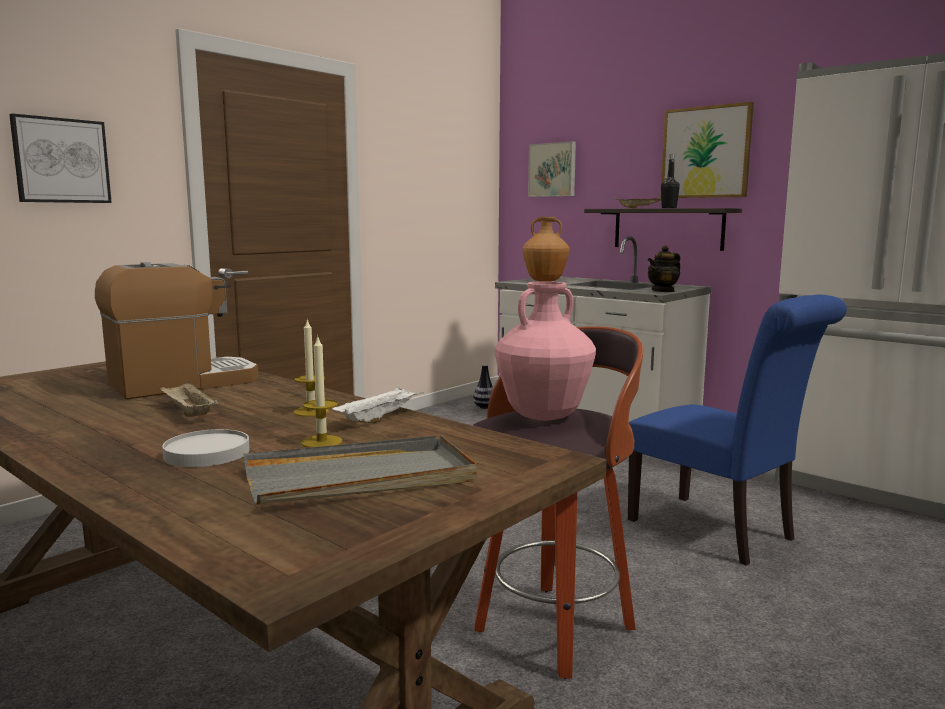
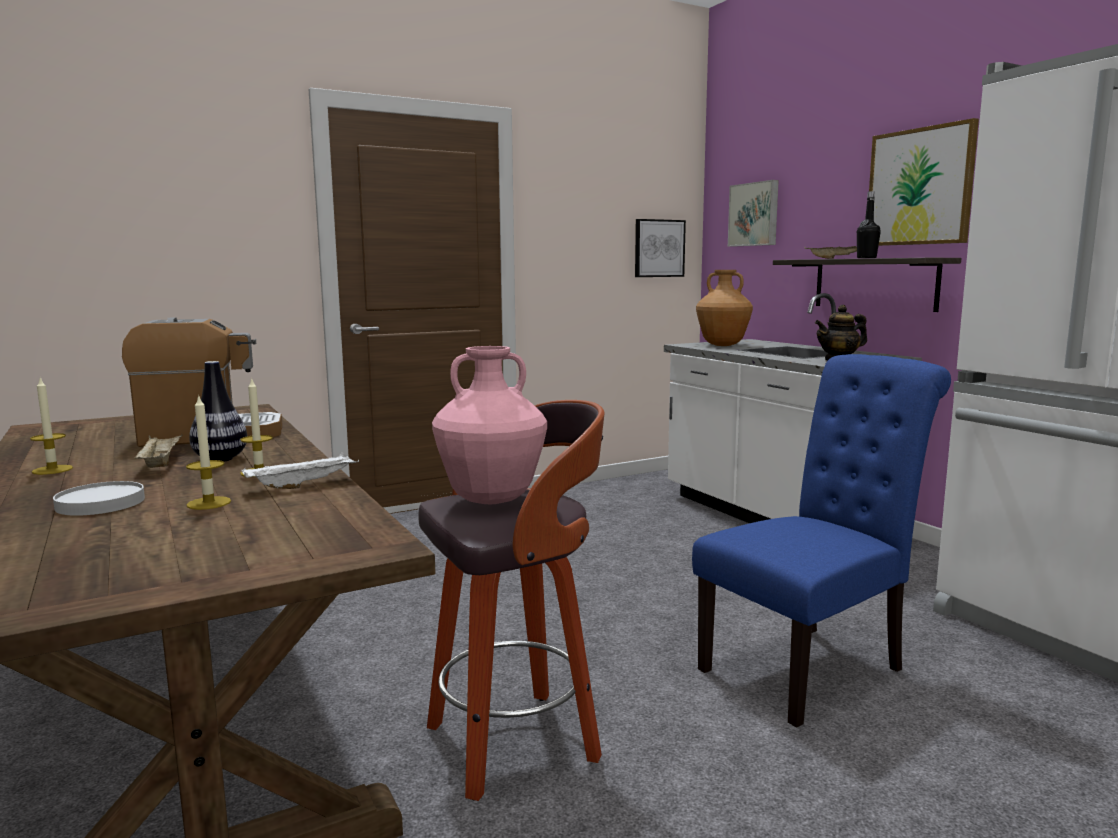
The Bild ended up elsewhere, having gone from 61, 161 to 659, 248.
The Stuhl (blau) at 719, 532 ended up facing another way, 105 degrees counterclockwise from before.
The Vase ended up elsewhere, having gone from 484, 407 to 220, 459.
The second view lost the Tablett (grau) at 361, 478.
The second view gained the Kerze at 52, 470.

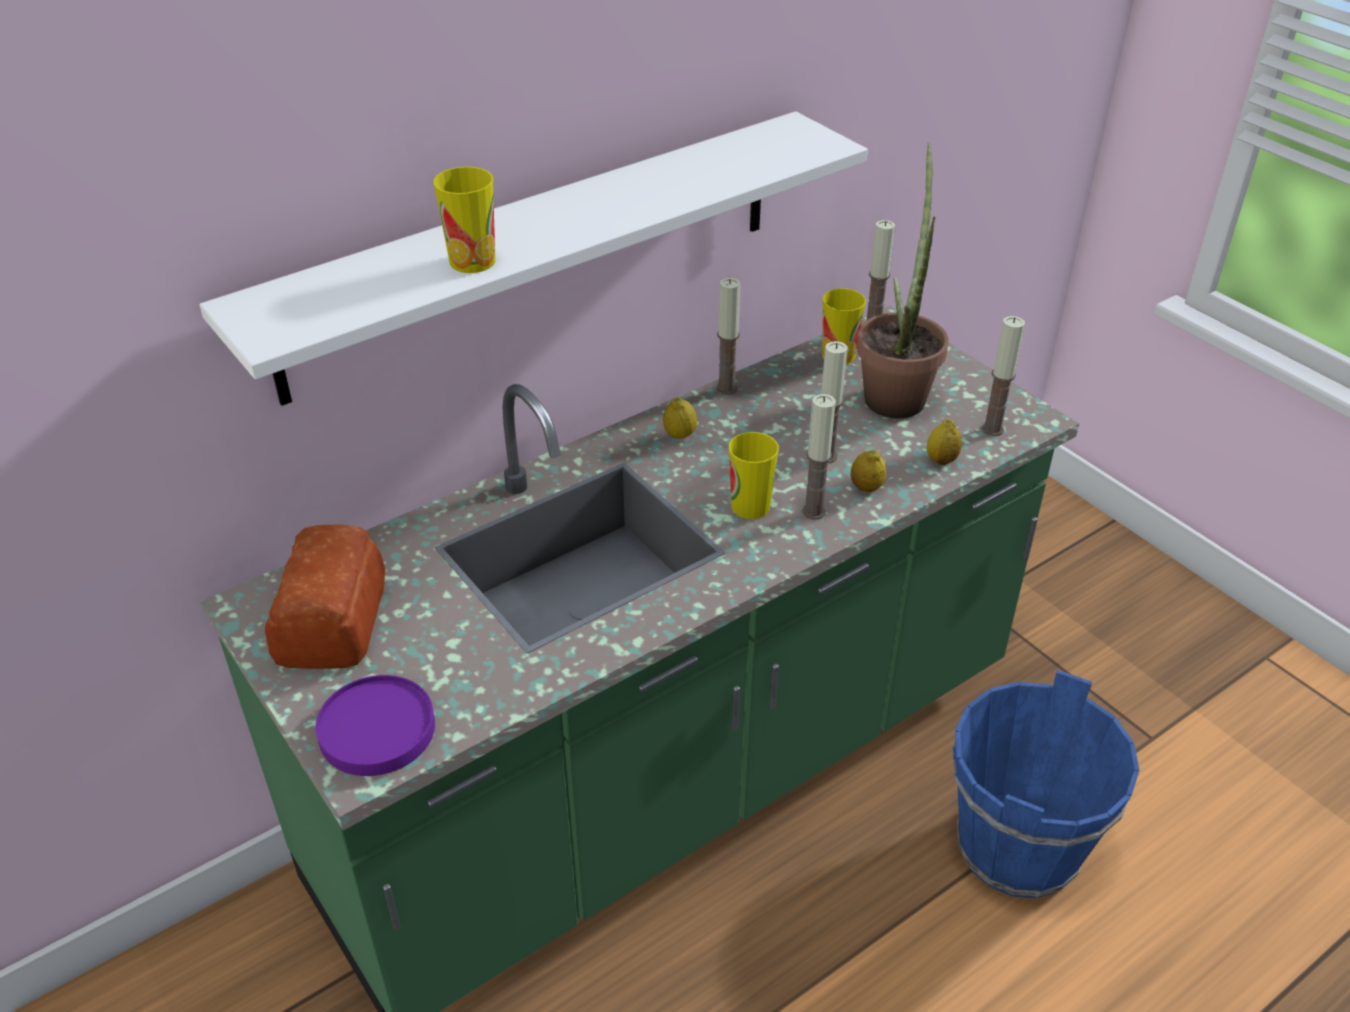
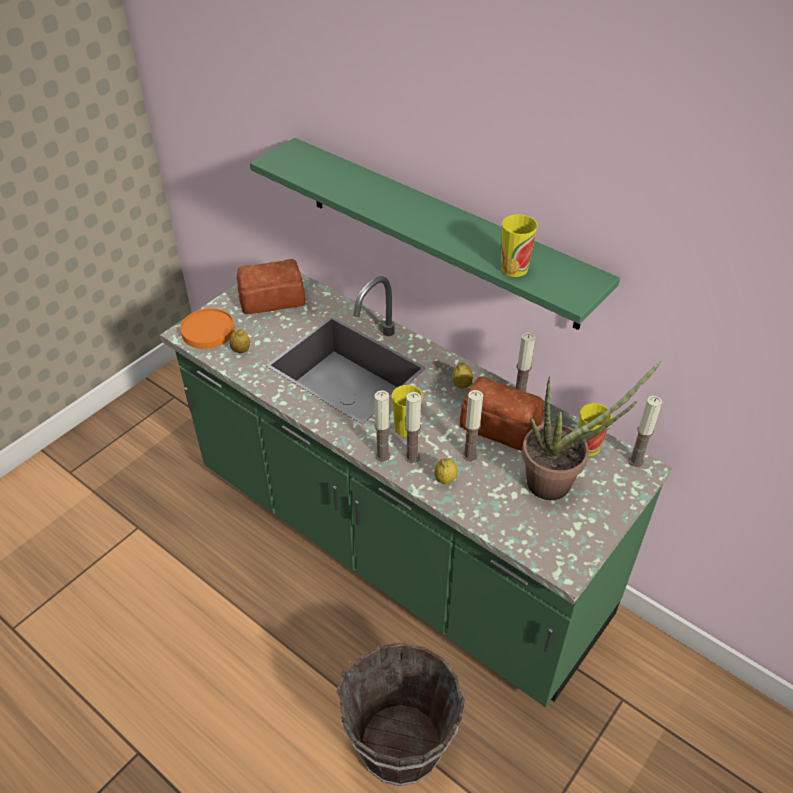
What was the Wandregal (weiß) at 537, 253 turned into the Wandregal (grün) at 439, 231.
The Tasse ended up elsewhere, having gone from 472, 261 to 514, 268.
The Kerze ended up elsewhere, having gone from 992, 429 to 382, 455.
The Zitrone ended up elsewhere, having gone from 941, 460 to 241, 350.
What was the Eimer (blau) at 1016, 847 turned into the Eimer (braun) at 401, 744.
What was the Teller (lila) at 377, 730 turned into the Teller (orange) at 207, 331.
The second view gained the Brot at 501, 426.

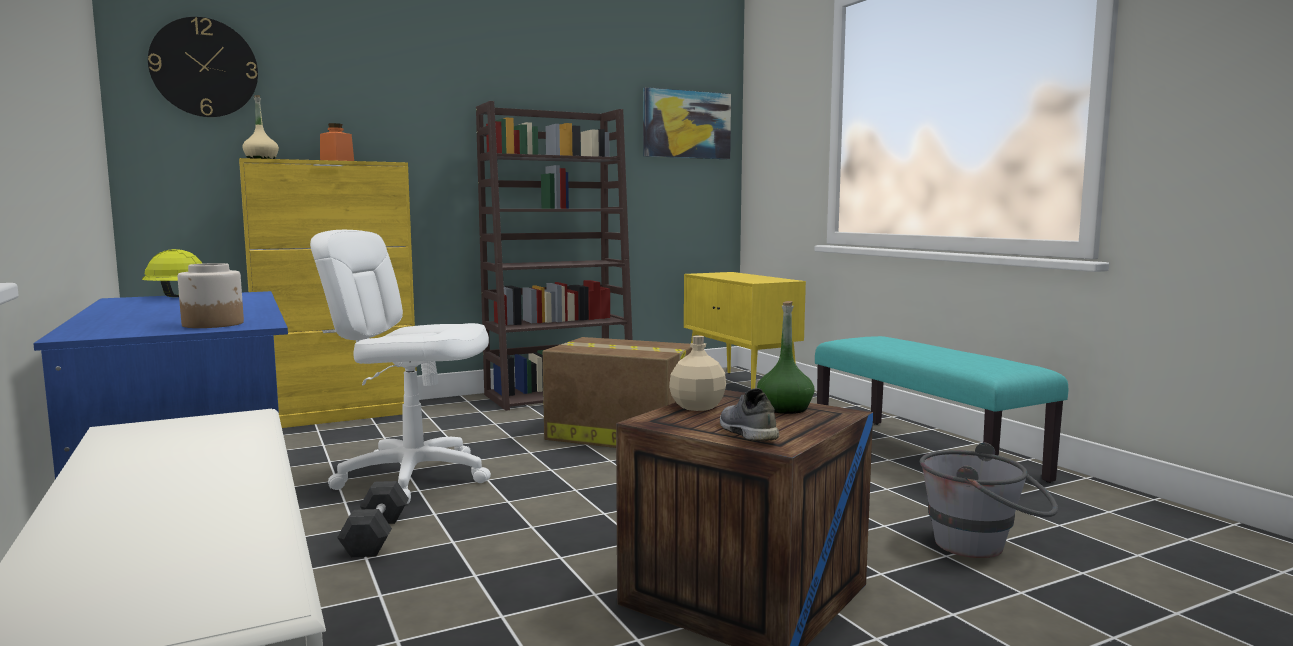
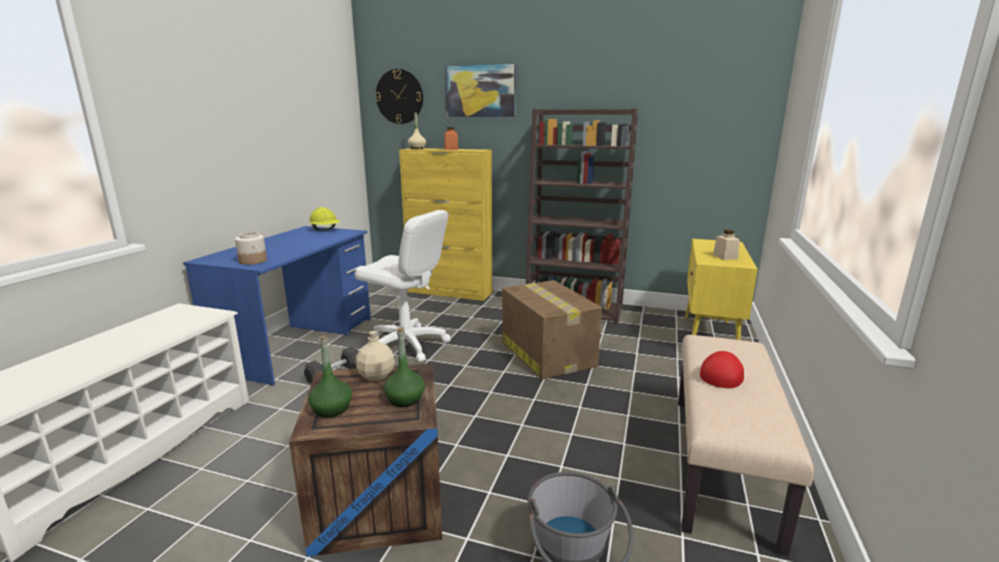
The Bild ended up elsewhere, having gone from 686, 124 to 480, 91.
The Bürostuhl (weiß) at 414, 477 ended up facing another way, 150 degrees clockwise from before.
What was the Bank (türkis) at 925, 454 turned into the Bank (beige) at 723, 465.
Where the Schuh (grau) stood at 746, 432, the Flasche (grün) came to stand at 331, 409.
The second view gained the Vorratsglas (beige) at 725, 257.
The second view gained the Kappe (rot) at 722, 374.

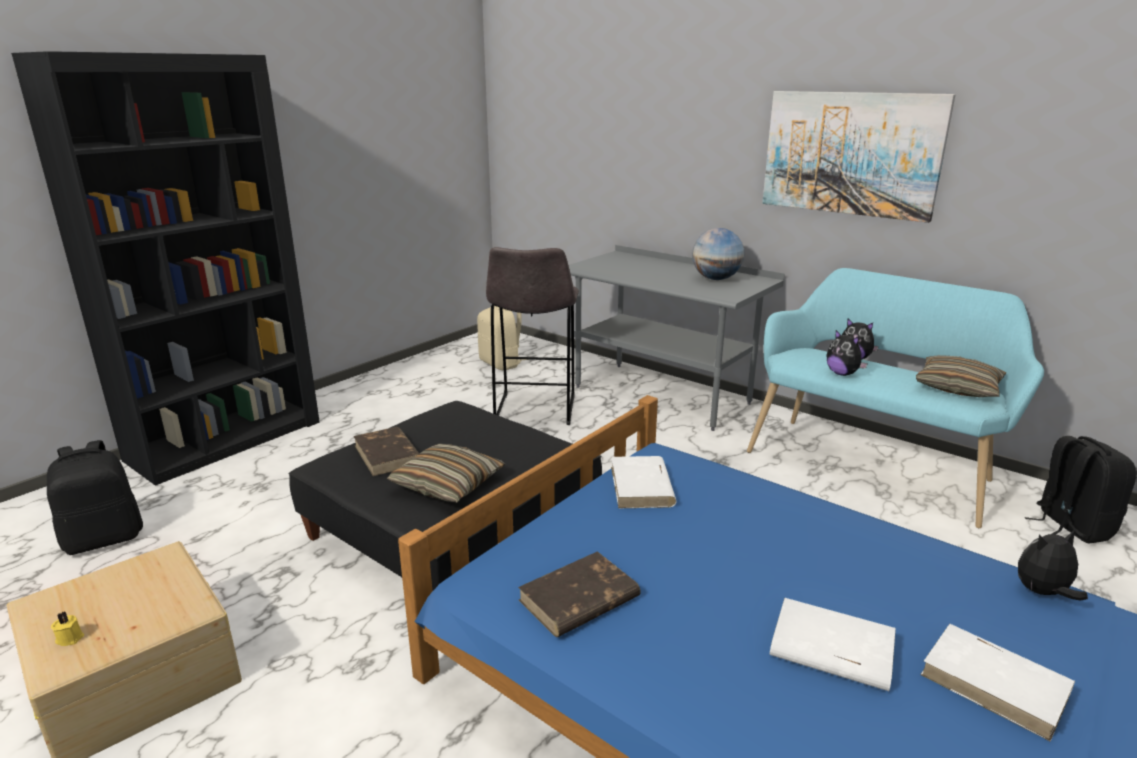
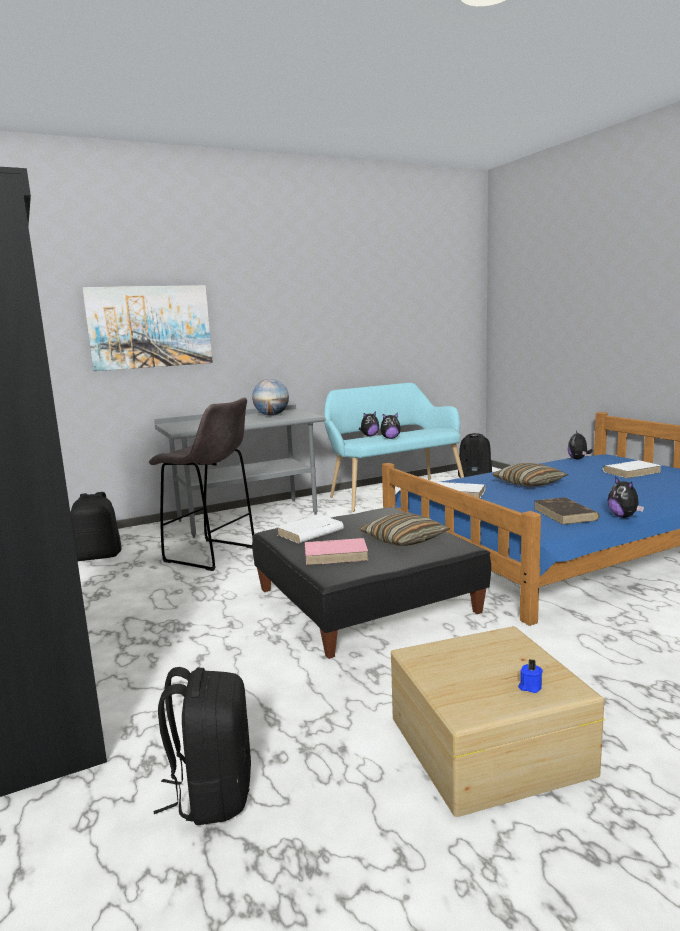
The Bild ended up elsewhere, having gone from 850, 153 to 150, 327.
What was the Rucksack (beige) at 502, 364 turned into the Rucksack (schwarz) at 98, 556.
The Kissen ended up elsewhere, having gone from 958, 387 to 529, 483.
What was the Buch (braun) at 388, 455 turned into the Buch (rosa) at 336, 555.
The Buch (weiß) ended up elsewhere, having gone from 830, 649 to 310, 533.
What was the Kerze (gelb) at 70, 638 turned into the Kerze (blau) at 529, 687.
The second view gained the Plüschtier at 623, 516.

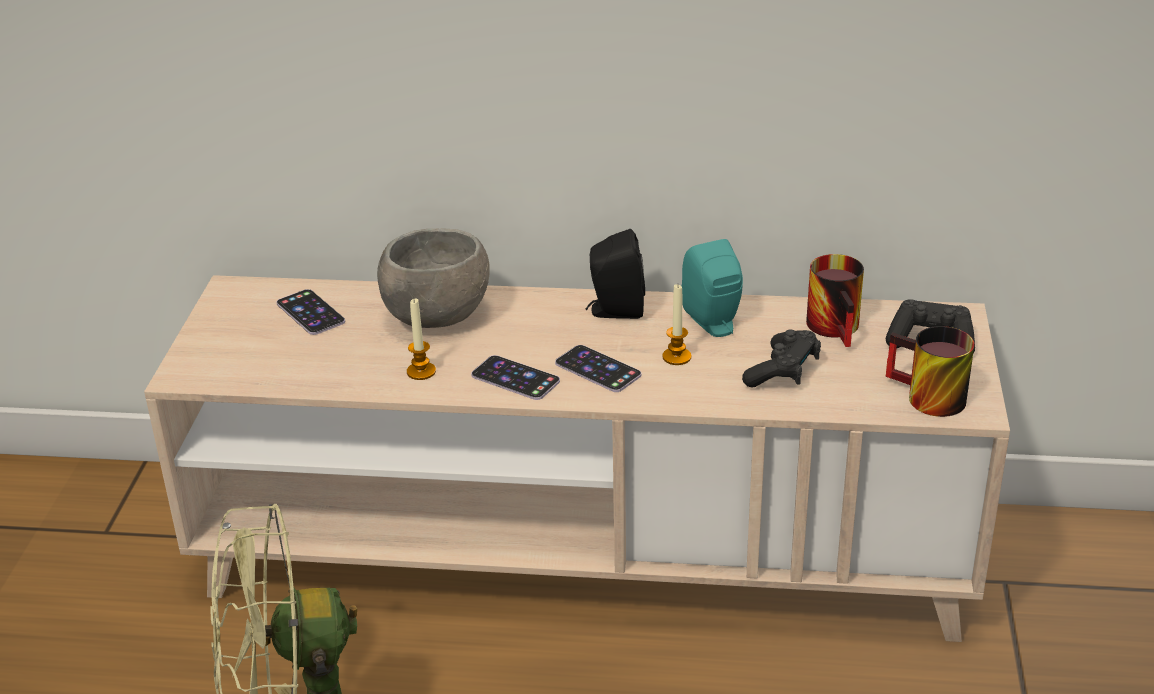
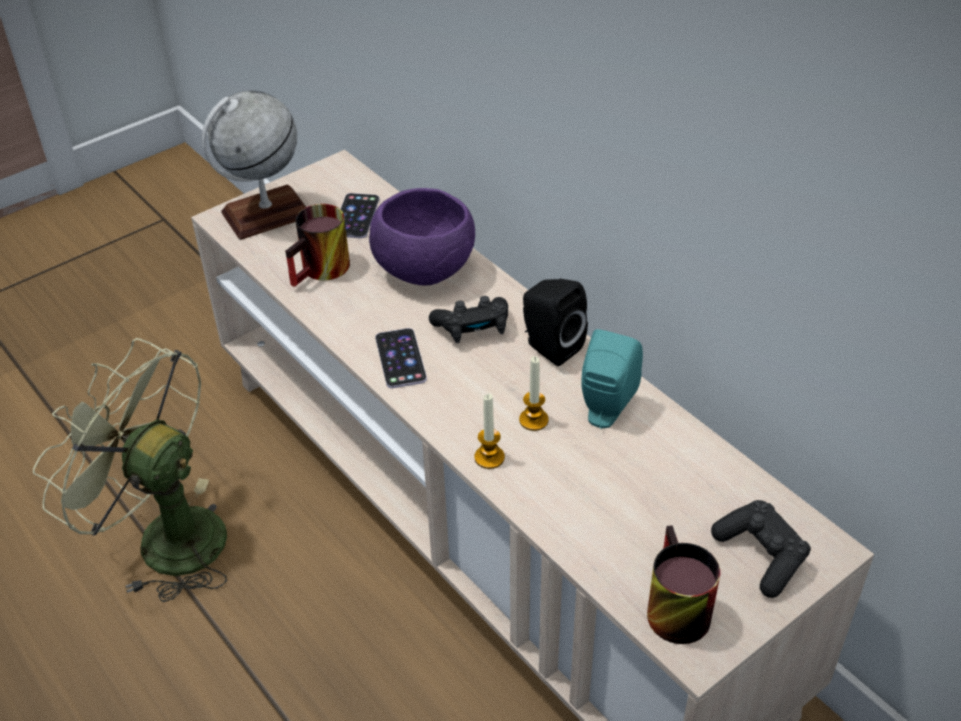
What was the Schüssel (grau) at 434, 317 turned into the Schüssel (lila) at 423, 270.
The Henkelbecher ended up elsewhere, having gone from 840, 328 to 323, 271.
The Kerze ended up elsewhere, having gone from 421, 371 to 489, 457.
The Gamepad (schwarz) ended up elsewhere, having gone from 783, 372 to 473, 329.
The second view lost the Handy at 598, 369.
The second view gained the Globus at 266, 214.

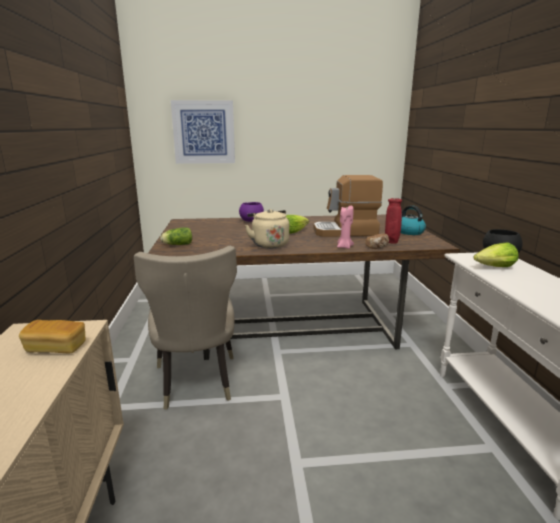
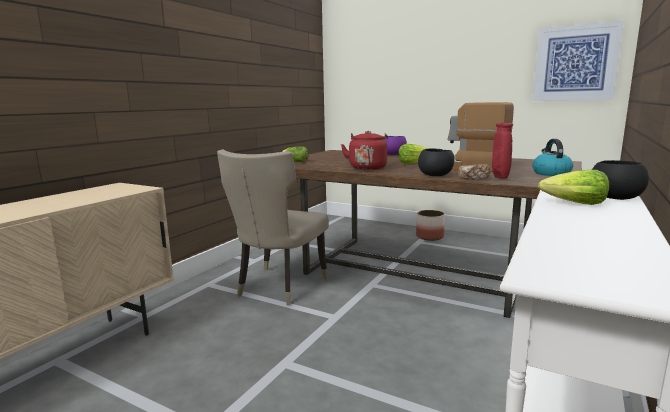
The Bild ended up elsewhere, having gone from 204, 132 to 575, 63.
Where the Kerze (rosa) stood at 344, 247, the Schüssel (schwarz) came to stand at 436, 175.
What was the Wasserkessel (beige) at 269, 244 turned into the Wasserkessel (rot) at 367, 167.
The second view lost the Brot at 56, 348.
The second view gained the Pflanzkübel at 429, 237.

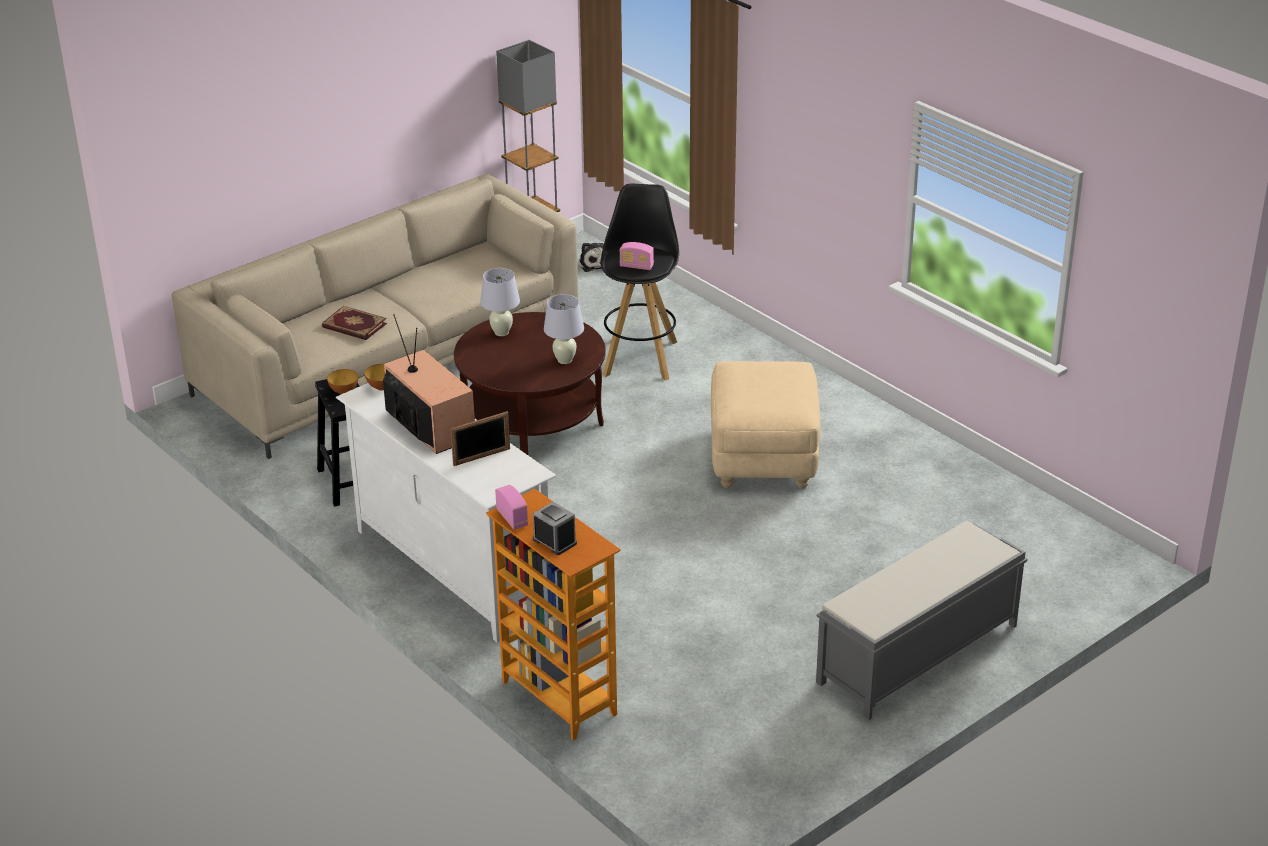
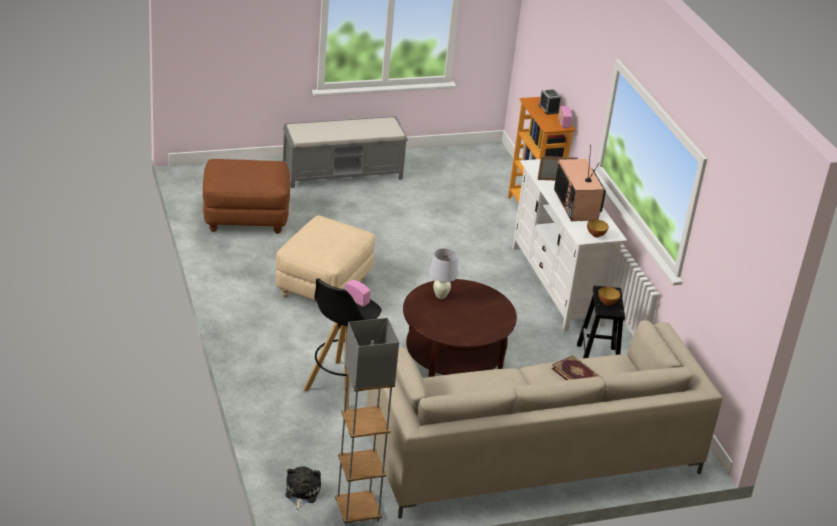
The second view lost the Tischlampe (weiß) at 502, 332.
The second view gained the Polsterhocker (braun) at 246, 218.

